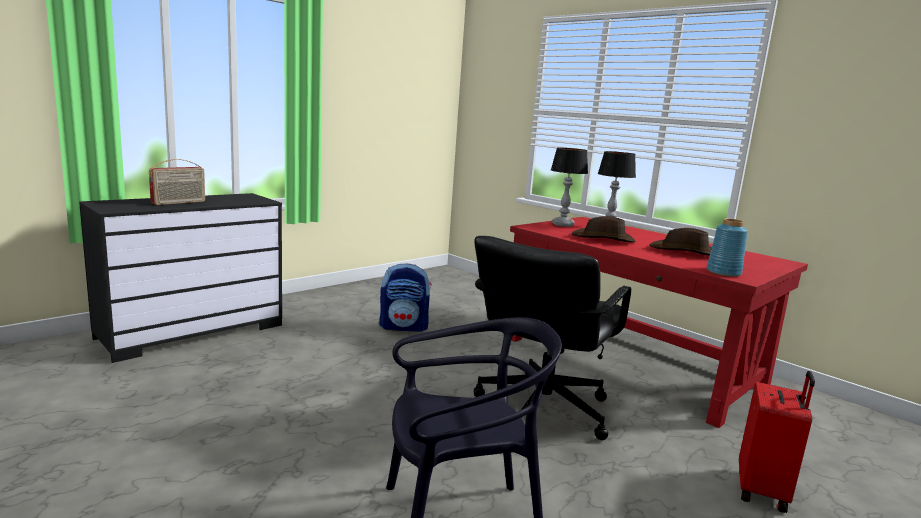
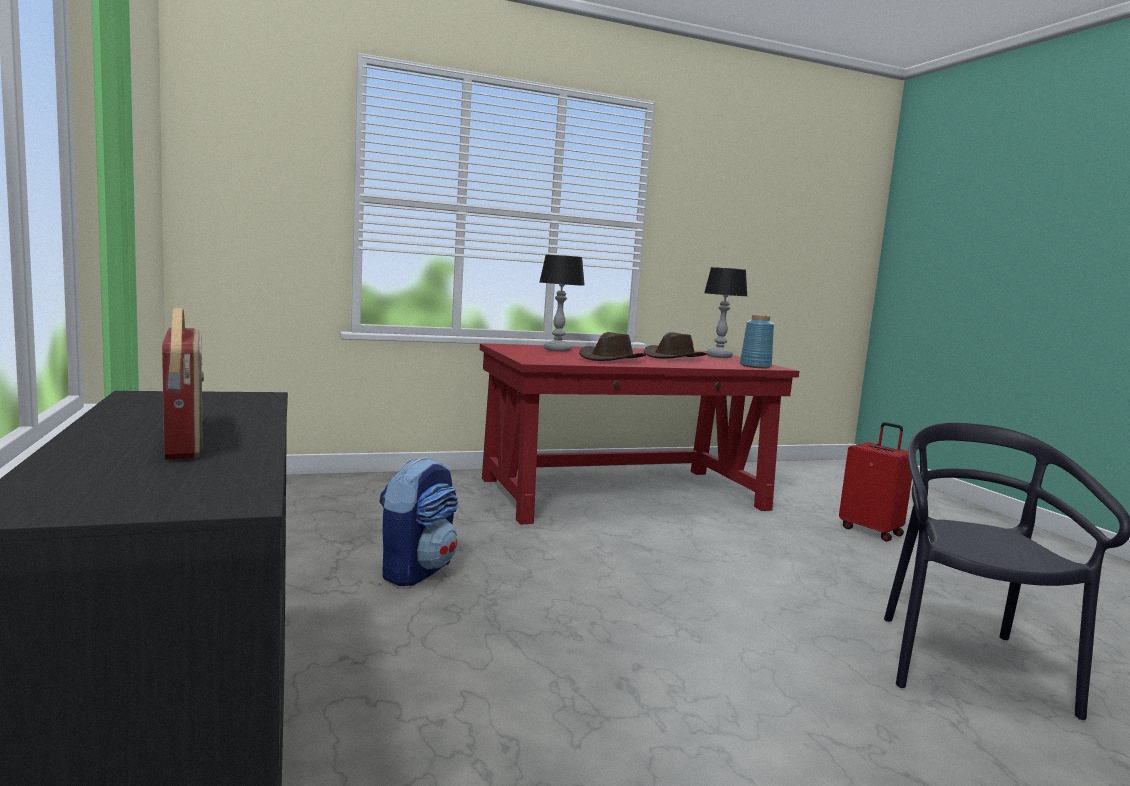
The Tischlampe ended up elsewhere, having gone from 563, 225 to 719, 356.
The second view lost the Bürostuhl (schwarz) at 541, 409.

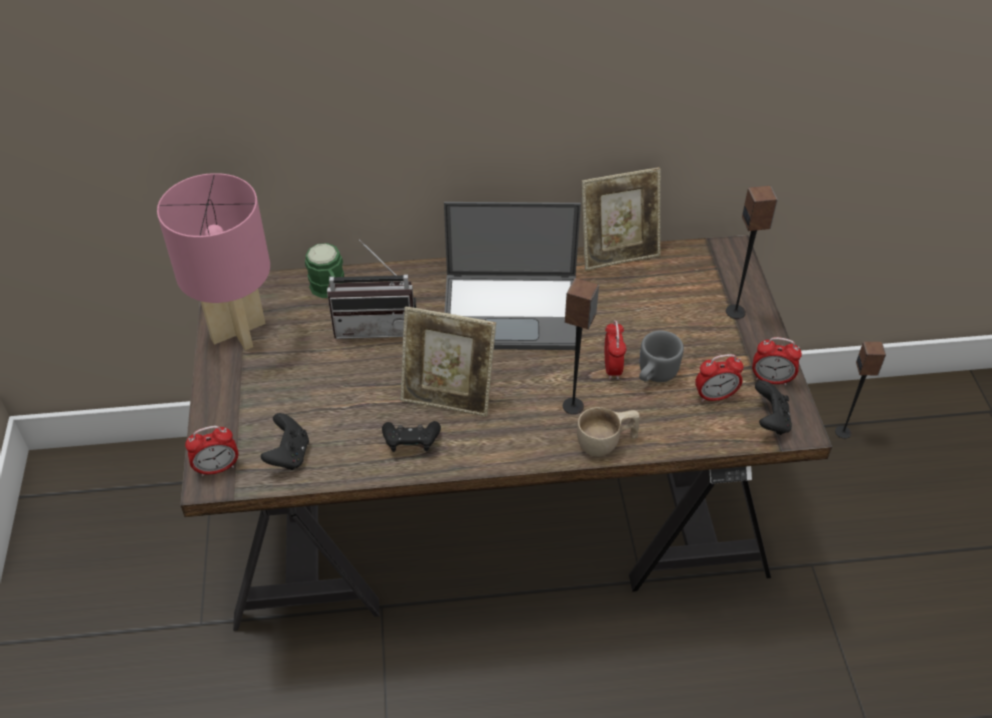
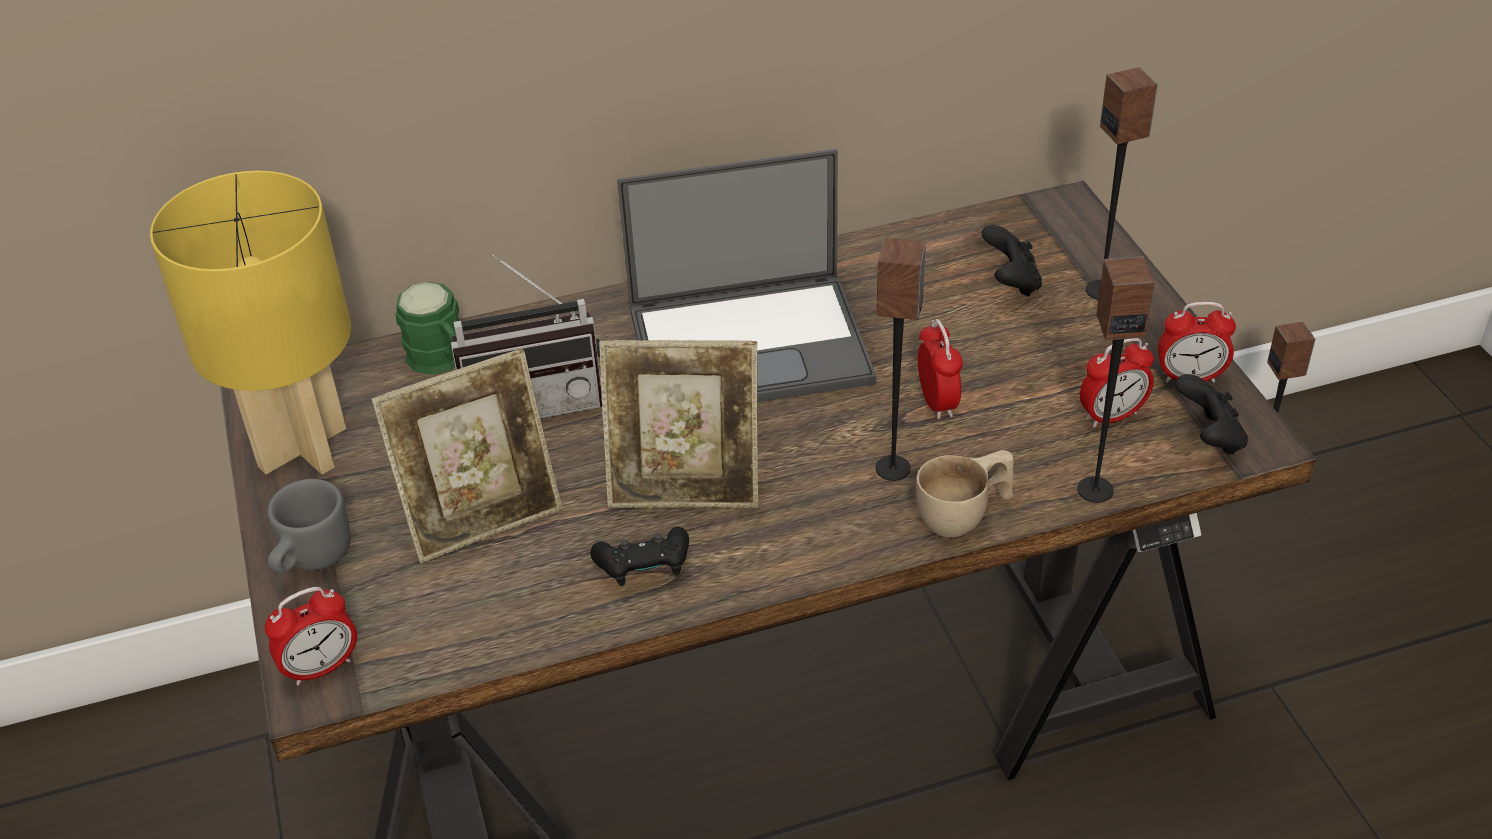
The Bilderrahmen ended up elsewhere, having gone from 618, 253 to 482, 517.
What was the Tischlampe (rosa) at 239, 332 turned into the Tischlampe (gelb) at 304, 448.
The Henkelbecher (grau) ended up elsewhere, having gone from 654, 375 to 310, 559.
The Gamepad (schwarz) ended up elsewhere, having gone from 289, 455 to 1011, 282.
The second view gained the Lautsprecher at 1095, 489.

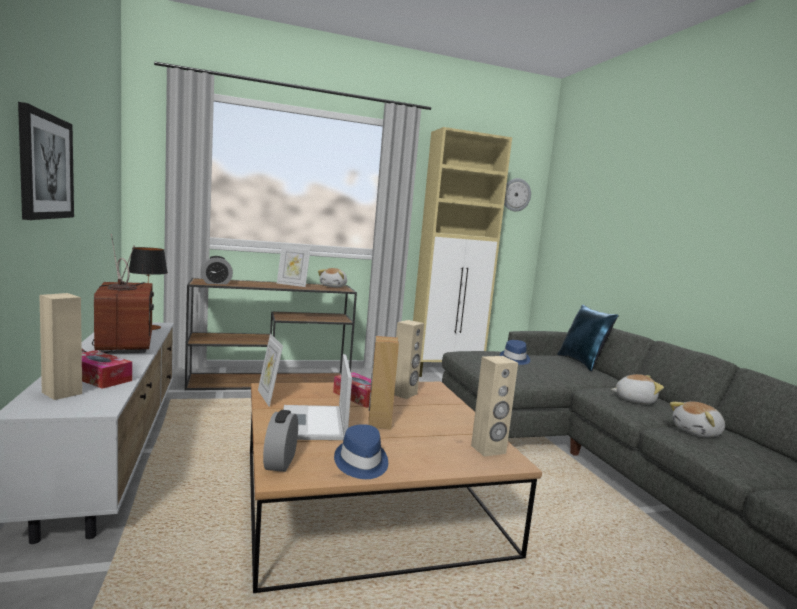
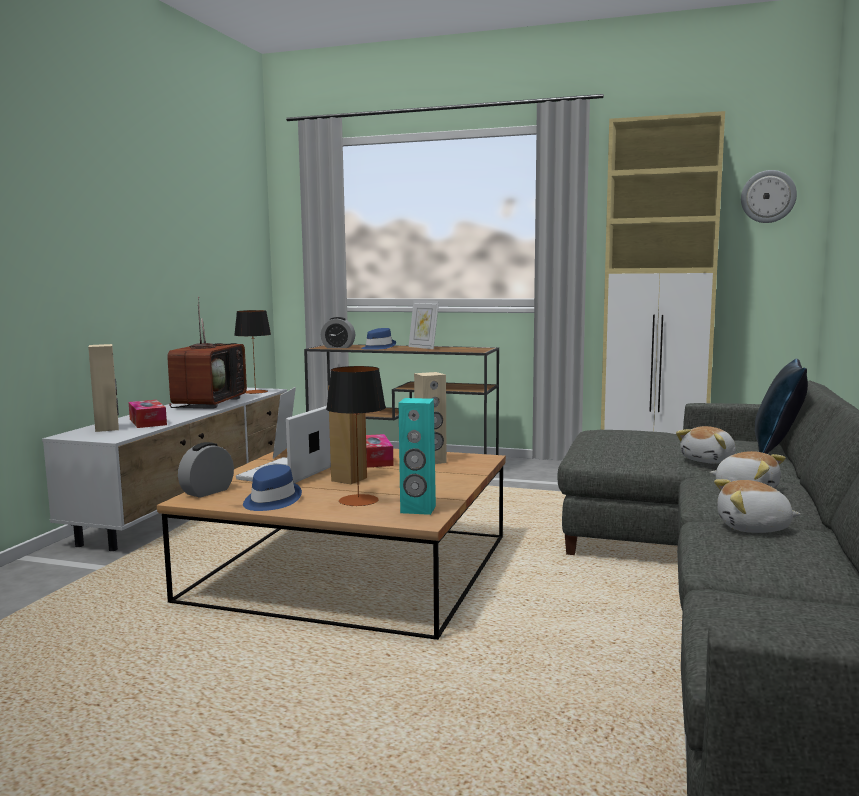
The second view lost the Bild at 45, 166.
The Plüschtier ended up elsewhere, having gone from 334, 286 to 709, 460.
The Hut (blau) ended up elsewhere, having gone from 514, 359 to 377, 347.
What was the Lautsprecher (beige) at 488, 450 turned into the Lautsprecher (türkis) at 418, 509.
The second view gained the Tischlampe at 358, 500.

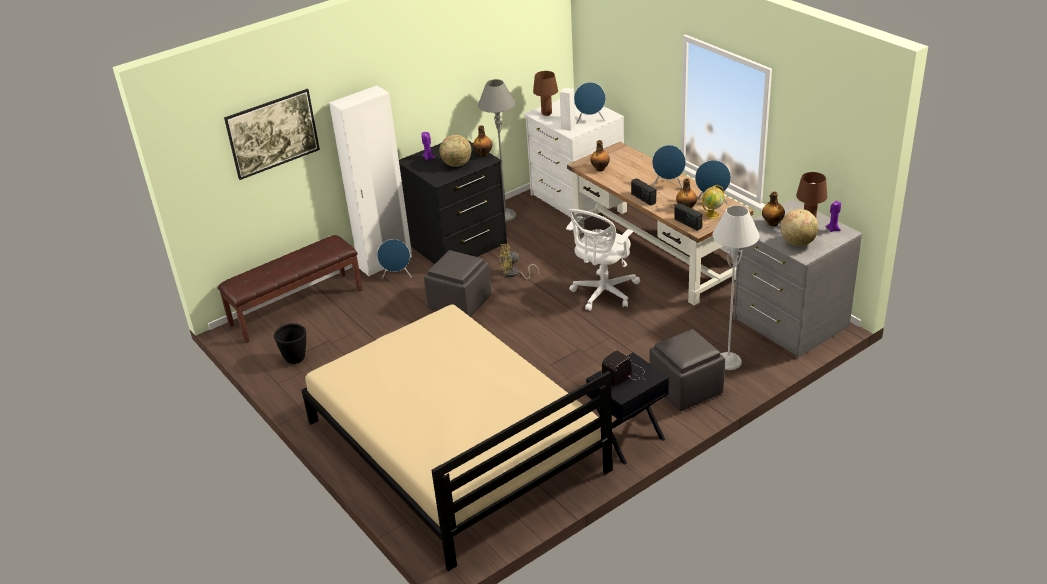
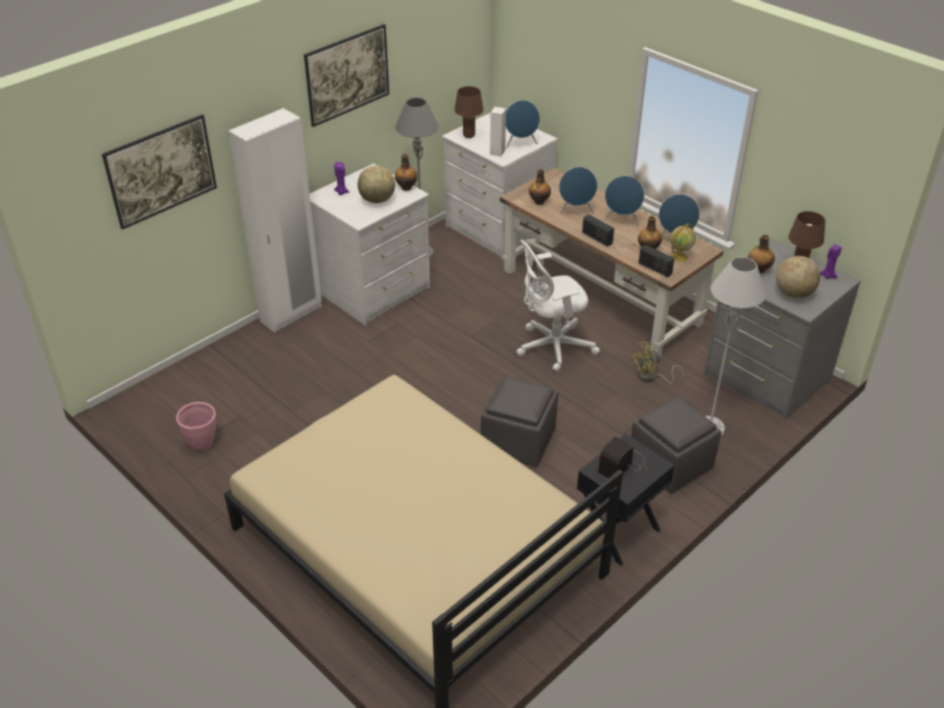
What was the Kommode (schwarz) at 458, 245 turned into the Kommode (weiß) at 374, 290.
The Bürostuhl (weiß) at 603, 294 ended up facing another way, 45 degrees clockwise from before.
The second view lost the Bank (braun) at 296, 306.
The Lautsprecher (blau) ended up elsewhere, having gone from 397, 276 to 575, 211.
The Ventilator (gelb) ended up elsewhere, having gone from 514, 274 to 651, 377.
The Polsterhocker (grau) ended up elsewhere, having gone from 460, 302 to 518, 440.
What was the Pflanzkübel (schwarz) at 295, 359 turned into the Pflanzkübel (rosa) at 202, 443.
The second view gained the Bild at 349, 92.

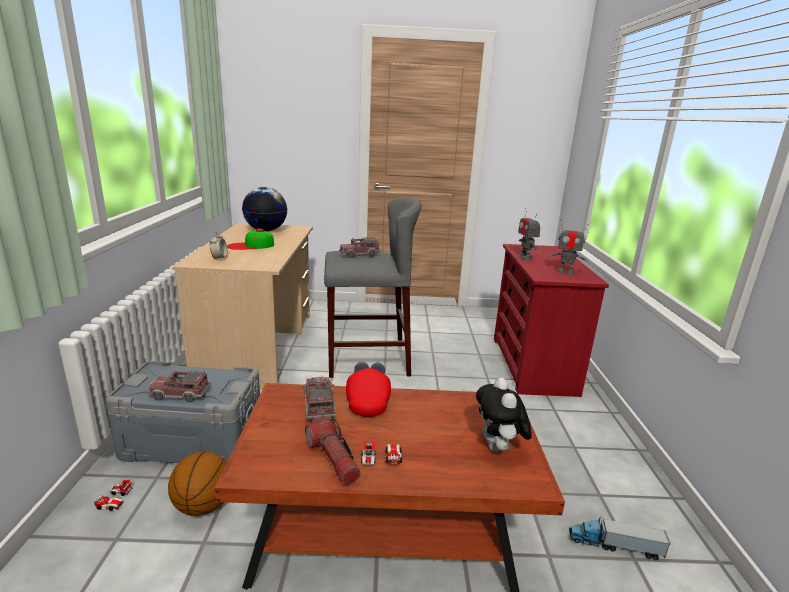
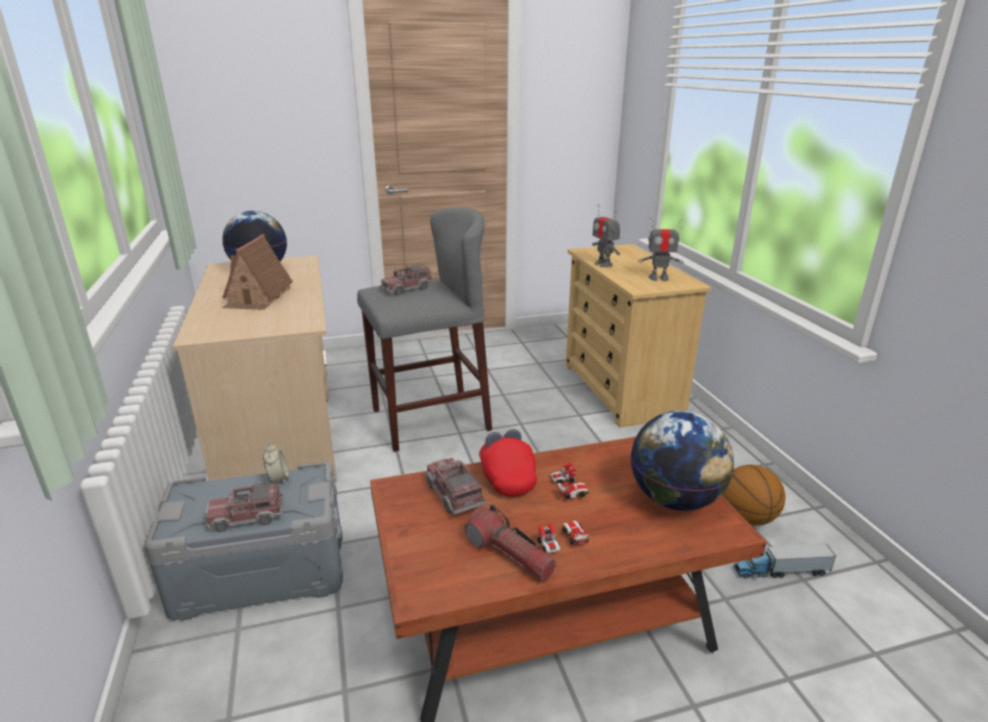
Where the Kappe stood at 251, 245, the Spielzeughaus came to stand at 258, 297.
The Wecker ended up elsewhere, having gone from 219, 258 to 278, 479.
What was the Kommode (rot) at 532, 365 turned into the Kommode (beige) at 621, 390.
Where the Plüschtier stood at 498, 448, the Globus came to stand at 675, 500.
The Basketball ended up elsewhere, having gone from 204, 506 to 747, 518.
The Spielzeugauto ended up elsewhere, having gone from 116, 499 to 568, 487.

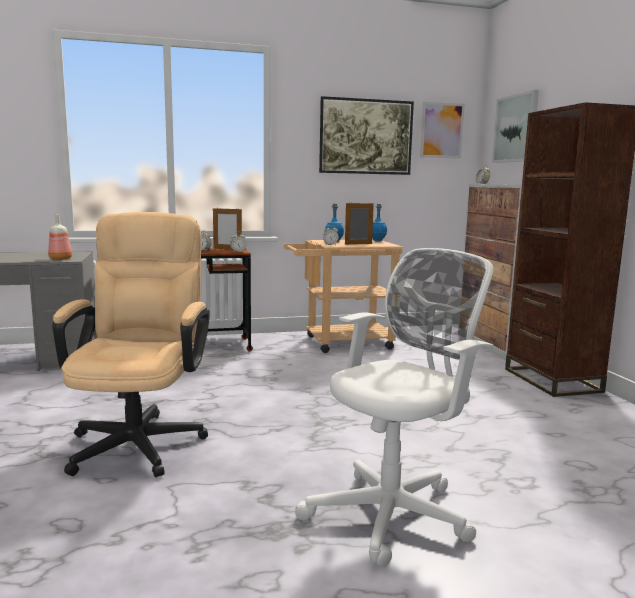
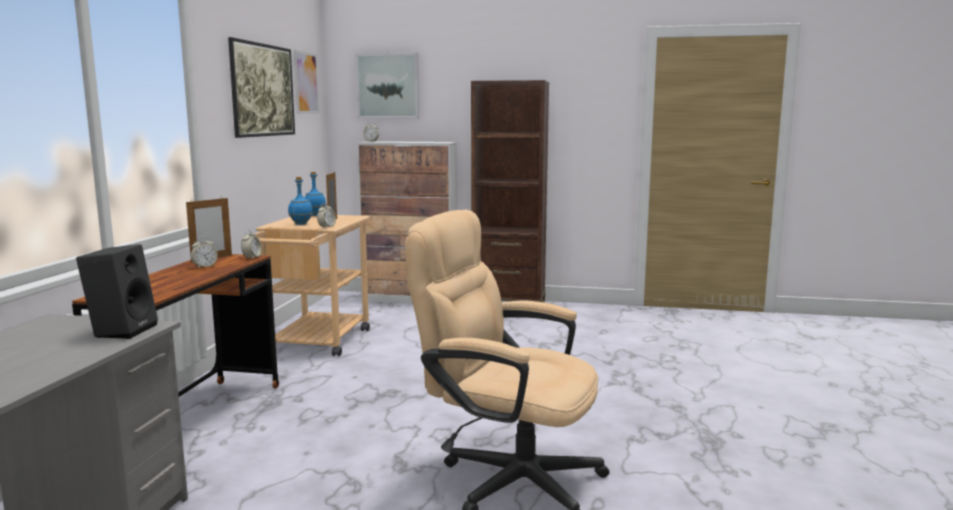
Where the Flasche stood at 61, 259, the Lautsprecher (schwarz) came to stand at 122, 330.
The second view lost the Bürostuhl (weiß) at 394, 513.

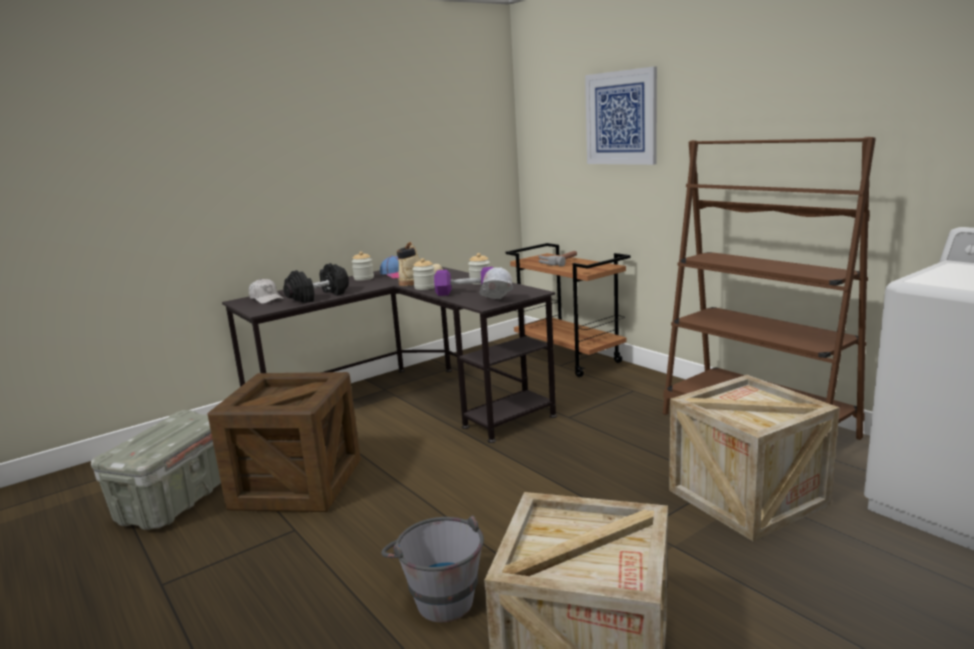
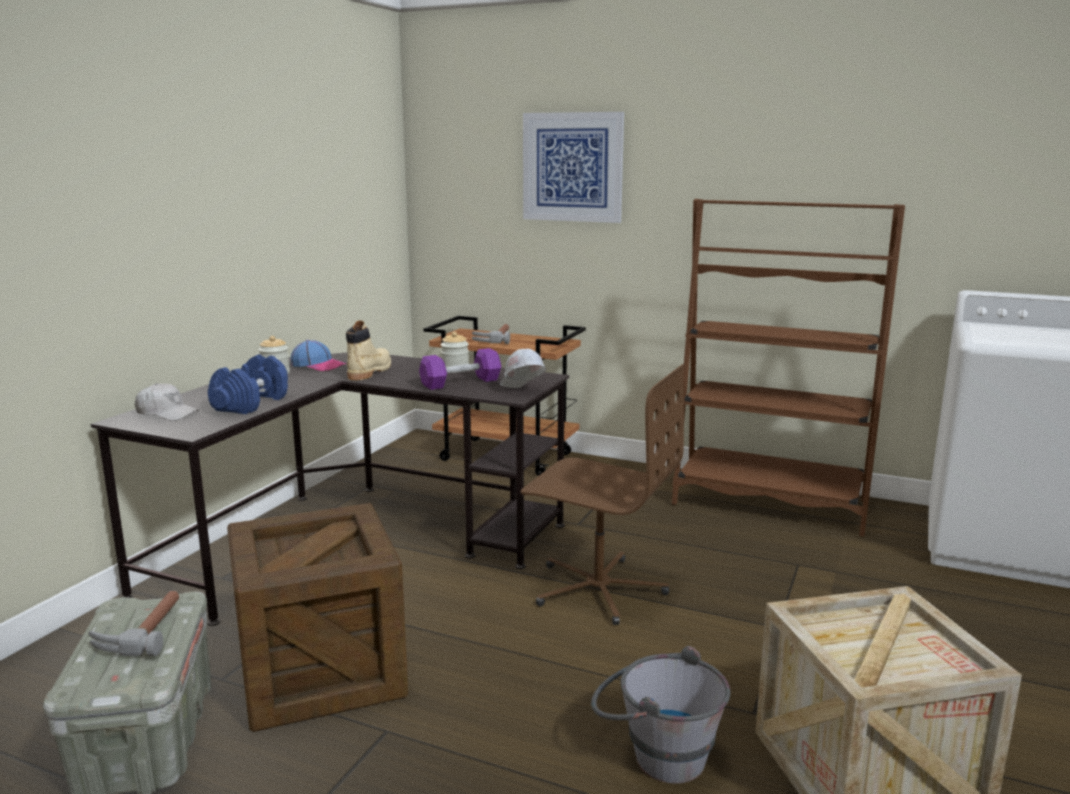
The second view lost the Vorratsglas at 425, 287.
What was the Hantel (schwarz) at 318, 296 turned into the Hantel (blau) at 251, 403.
The second view lost the Kiste at 747, 497.
The second view gained the Bürostuhl (braun) at 598, 588.
The second view gained the Hammer at 142, 631.

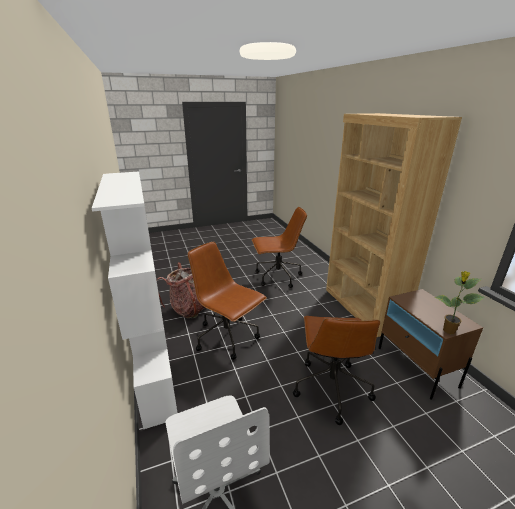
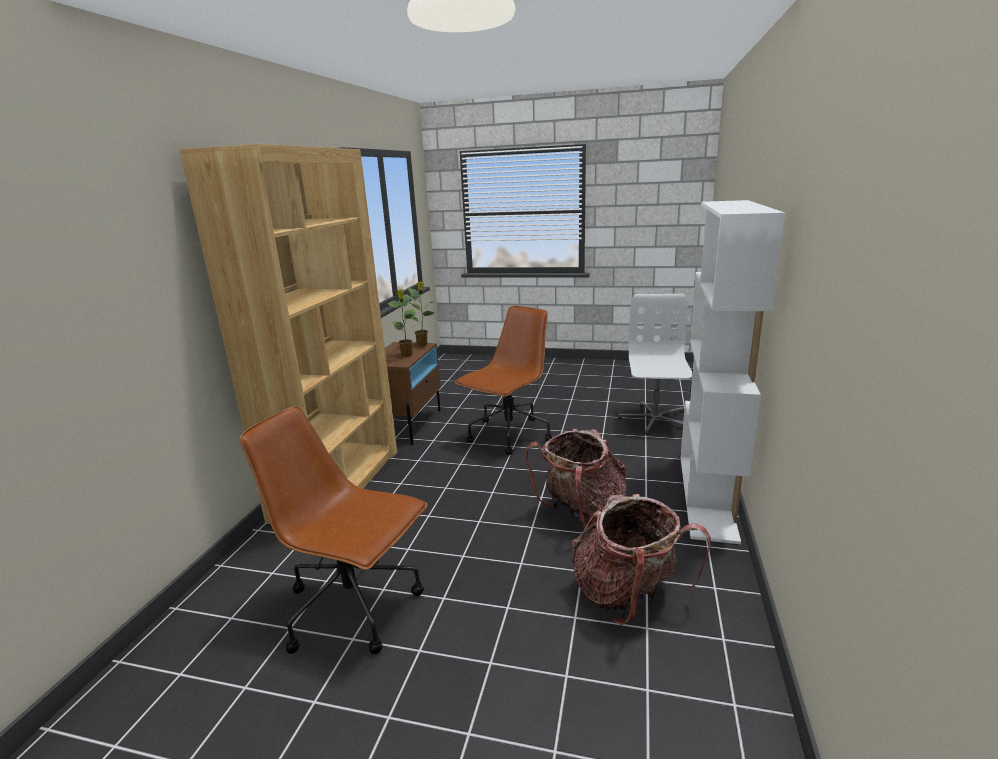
Where the Bürostuhl (braun) stood at 228, 337, the Rucksack came to stand at 581, 511.
The second view gained the Topfpflanze at 407, 355.

